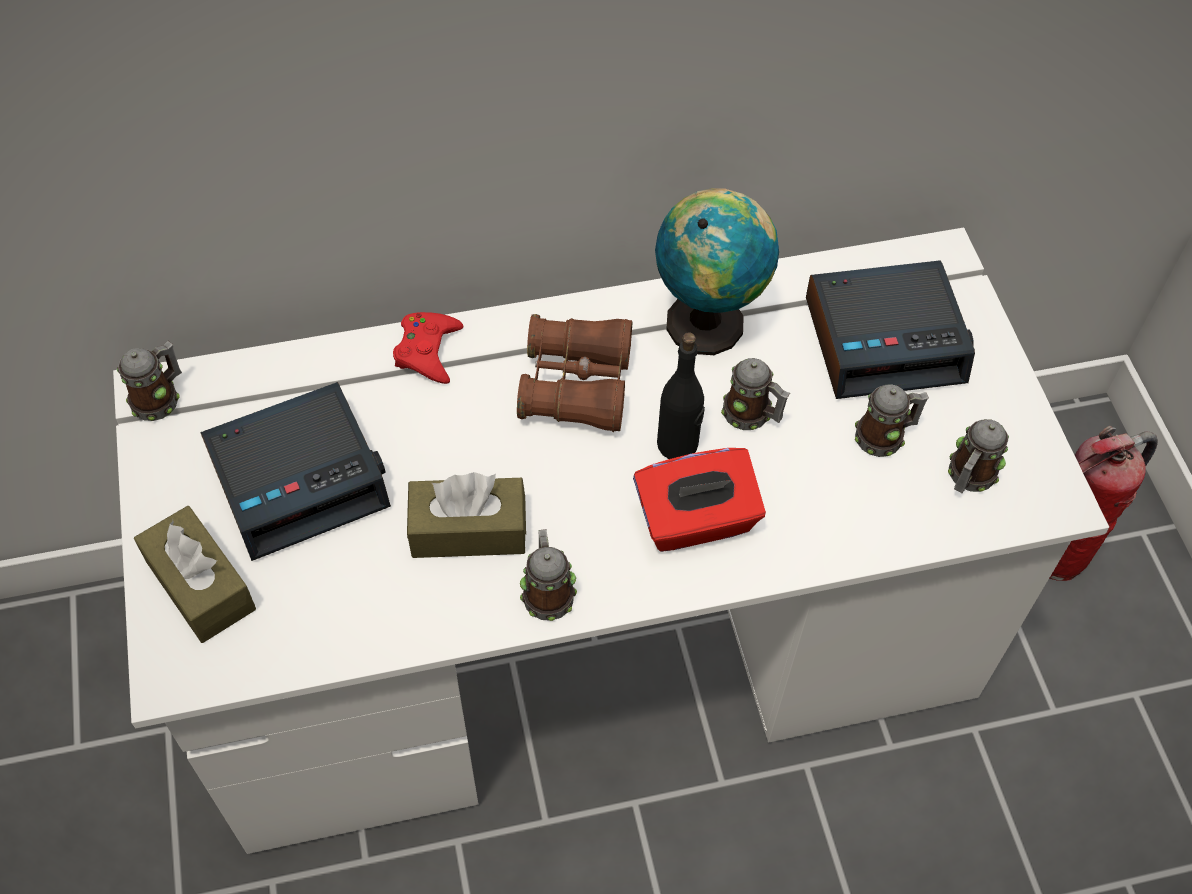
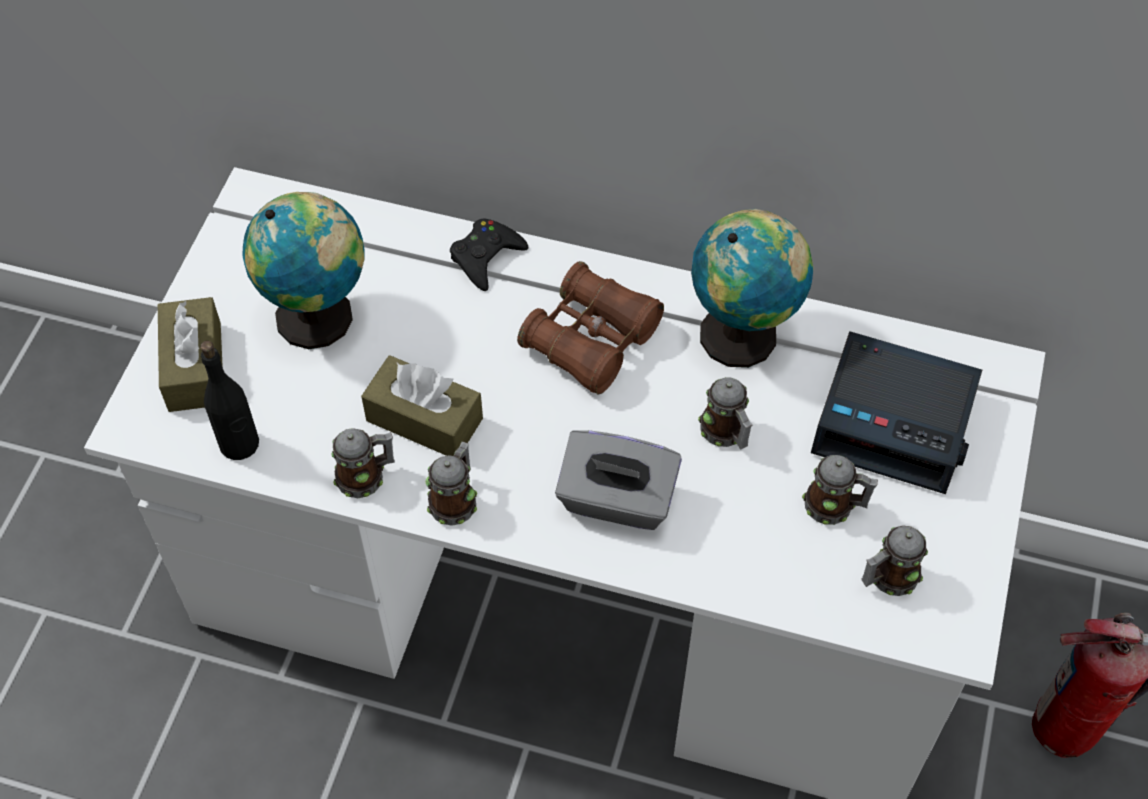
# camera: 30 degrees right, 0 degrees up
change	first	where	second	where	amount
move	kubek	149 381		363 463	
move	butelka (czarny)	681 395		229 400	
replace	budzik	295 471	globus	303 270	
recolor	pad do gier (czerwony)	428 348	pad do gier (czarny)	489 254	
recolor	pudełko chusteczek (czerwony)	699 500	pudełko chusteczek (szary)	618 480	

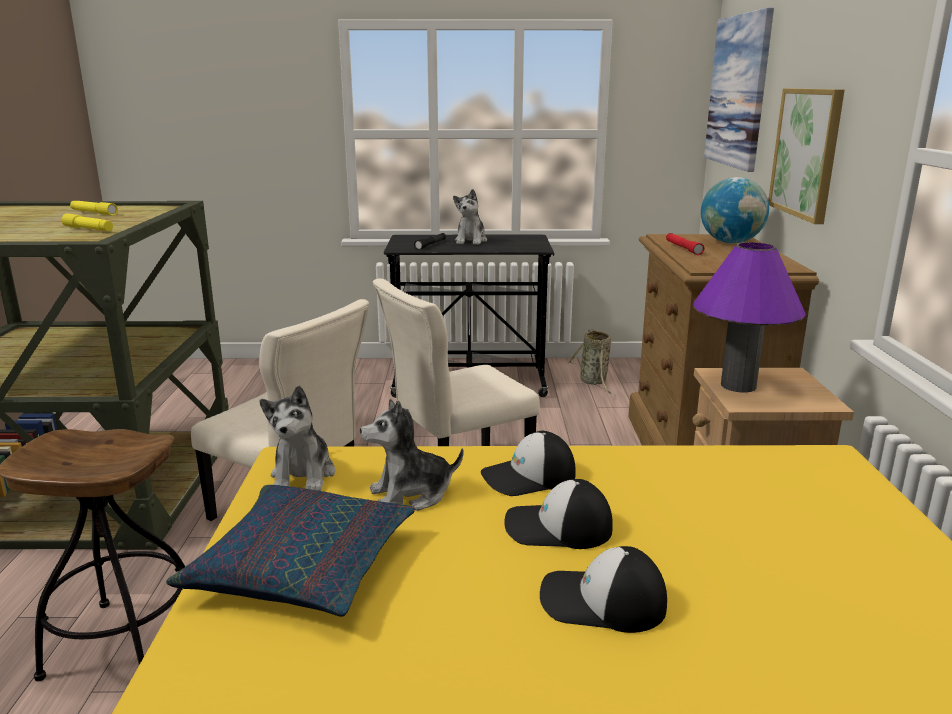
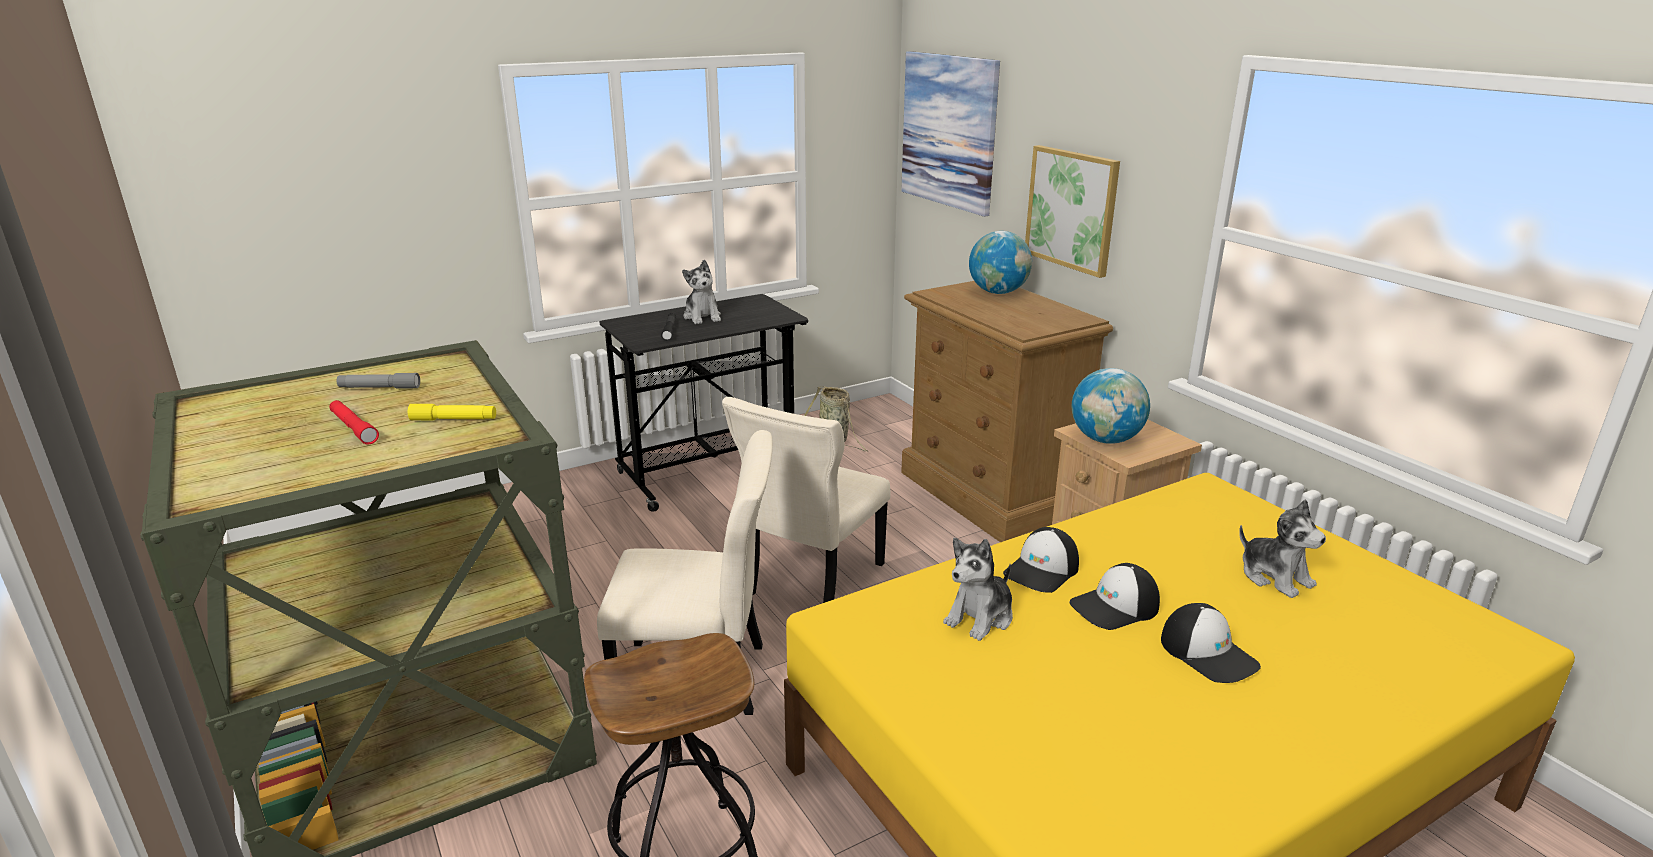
# camera: 30 degrees left, 5 degrees up
change	first	where	second	where	amount
delete	poduszka (niebieski)	290 551			
move	pluszak	297 438		1282 548	
move	latarka (czerwony)	685 244		354 422	
replace	lampa stołowa (fioletowy)	749 317	globus	1111 406	
recolor	latarka (żółty)	94 208	latarka (szary)	378 381	
rotate	czapka z daszkiem	603 589		1211 643	105 degrees counterclockwise

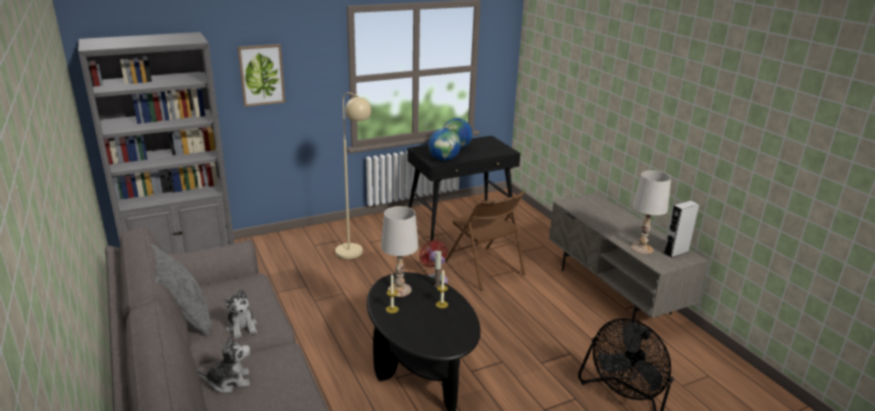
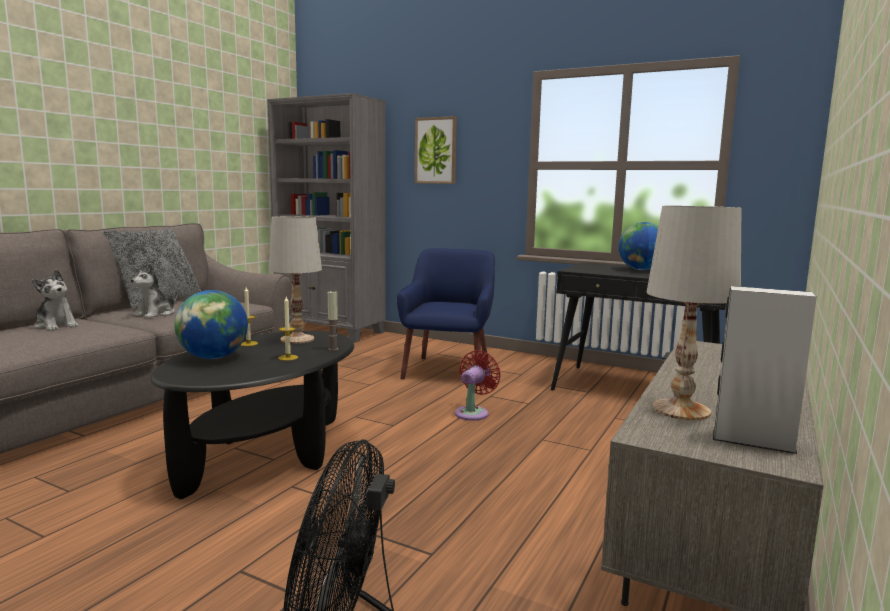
# camera: 55 degrees right, 15 degrees down
change	first	where	second	where	amount
delete	krzesło (brązowy)	485 241			
move	globus	445 144		211 324	
replace	lampa stojąca (beżowy)	353 176	fotel (niebieski)	446 317	

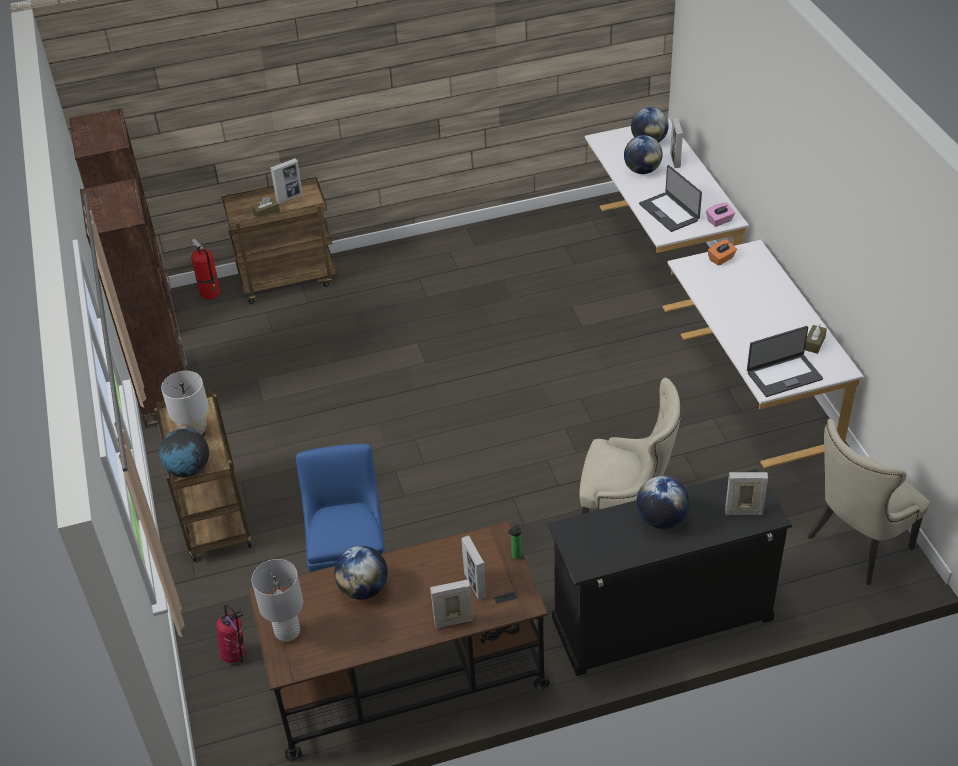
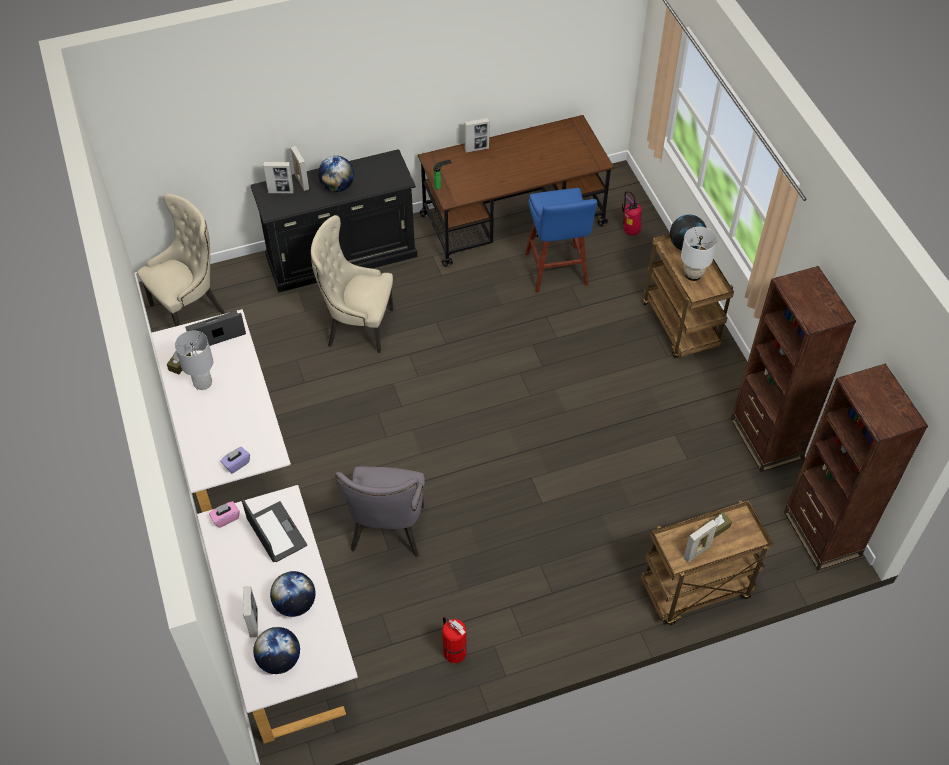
# camera: 175 degrees right, 10 degrees up
change	first	where	second	where	amount
delete	globus	361 573			
insert			krzesło (szary)	380 512	
move	gaśnica	206 269		454 640	
move	lampa stołowa (szary)	277 600		194 360	
move	ramka na zdjęcie	474 568		300 168	
recolor	pudełko chusteczek (pomarańczowy)	722 252	pudełko chusteczek (fioletowy)	235 460	

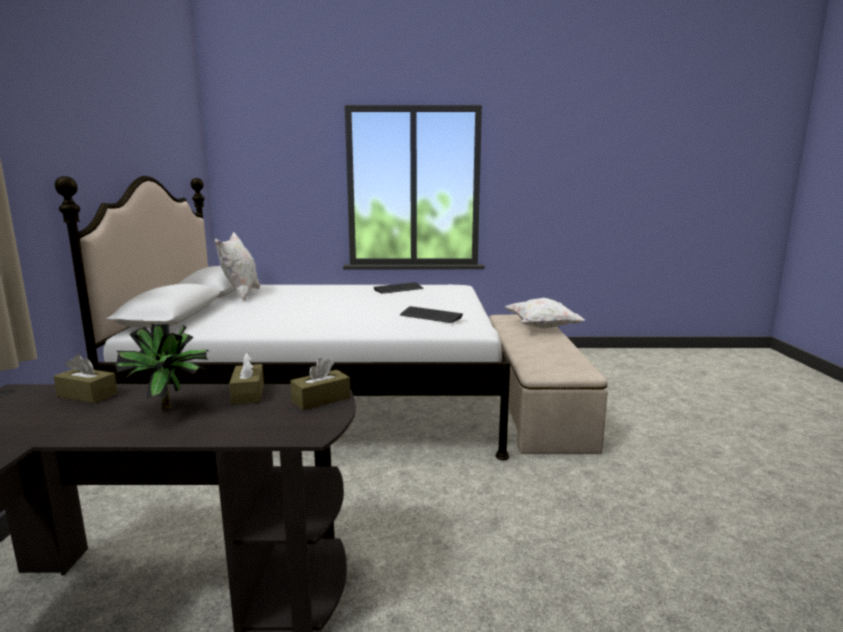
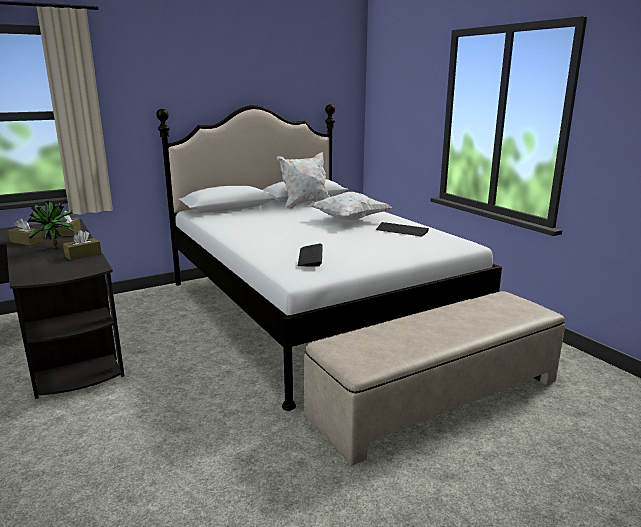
# camera: 60 degrees right, 5 degrees up
change	first	where	second	where	amount
move	pudełko chusteczek (brązowy)	320 384		25 232	
move	poduszka (biały)	545 313		351 206	

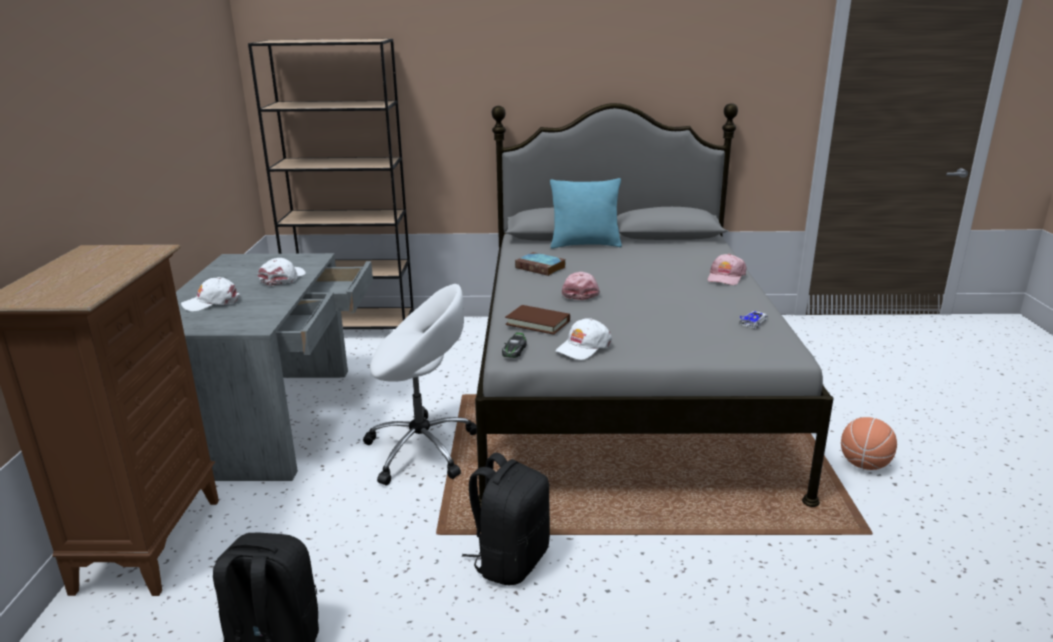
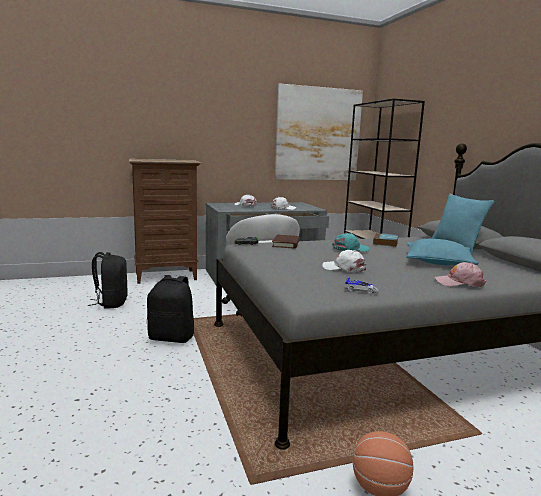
# camera: 70 degrees right, 10 degrees down
change	first	where	second	where	amount
insert			obraz	319 131	
insert			poduszka (turkusowy)	442 252	
move	czapka z daszkiem (biały)	584 339		344 261	
recolor	czapka z daszkiem (różowy)	581 286	czapka z daszkiem (turkusowy)	350 242	

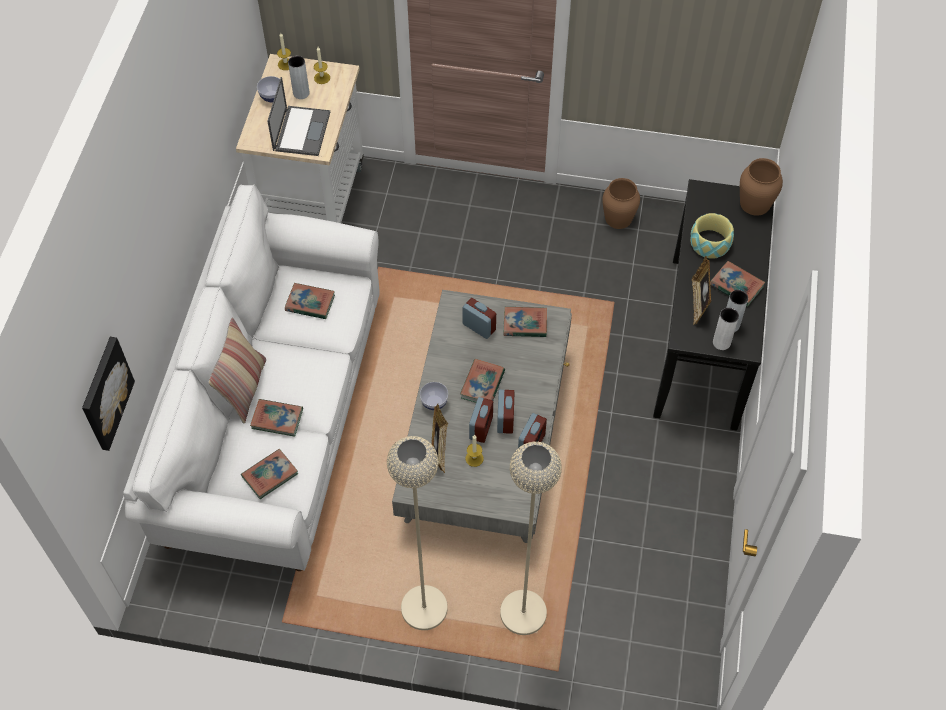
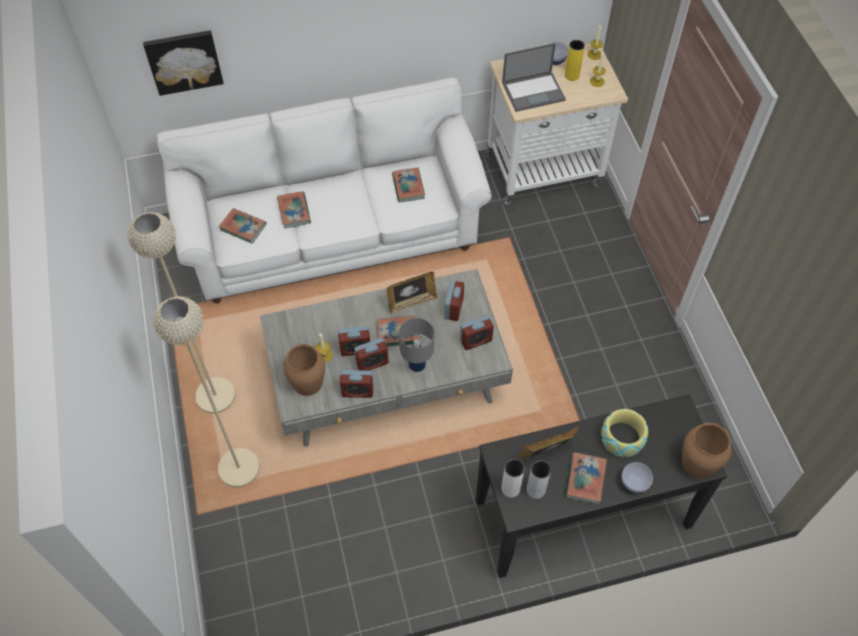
# camera: 65 degrees right, 0 degrees up
change	first	where	second	where	amount
delete	poduszka	237 371			
insert			lampa stołowa (szary)	416 345	
move	miska	434 396		637 477	
move	ramka na zdjęcie	439 438		412 292	
move	wazon (brązowy)	621 203		304 370	
replace	książka	525 322	budzik	477 332	
recolor	wazon (szary)	298 77	wazon (żółty)	575 60	

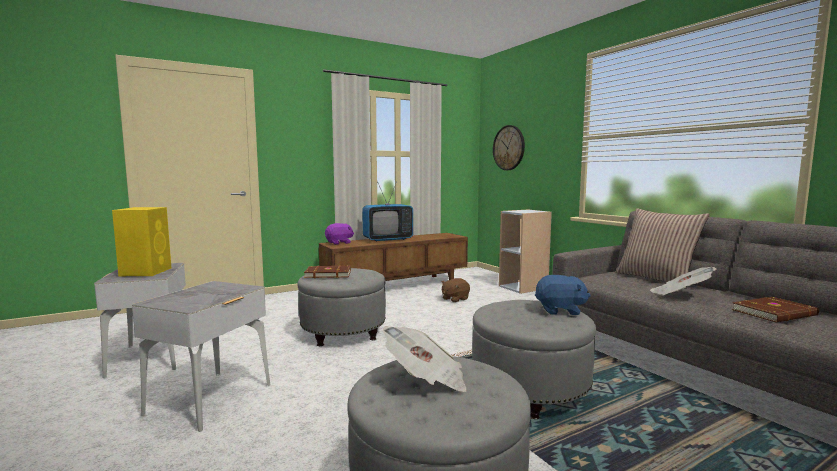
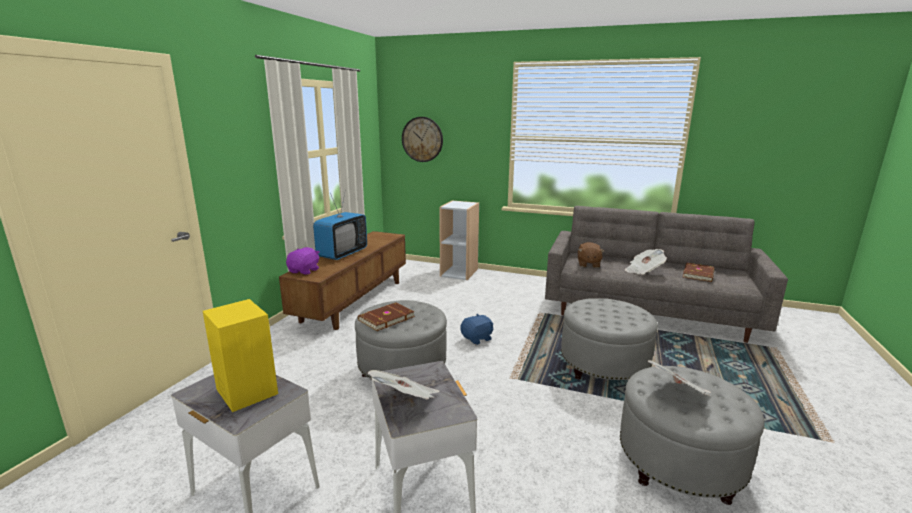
# camera: 40 degrees left, 10 degrees up
change	first	where	second	where	amount
delete	poduszka	662 248			
insert			gazeta	403 384	
move	pluszak (brązowy)	456 290		591 255	
move	pluszak (niebieski)	563 295		476 329	

